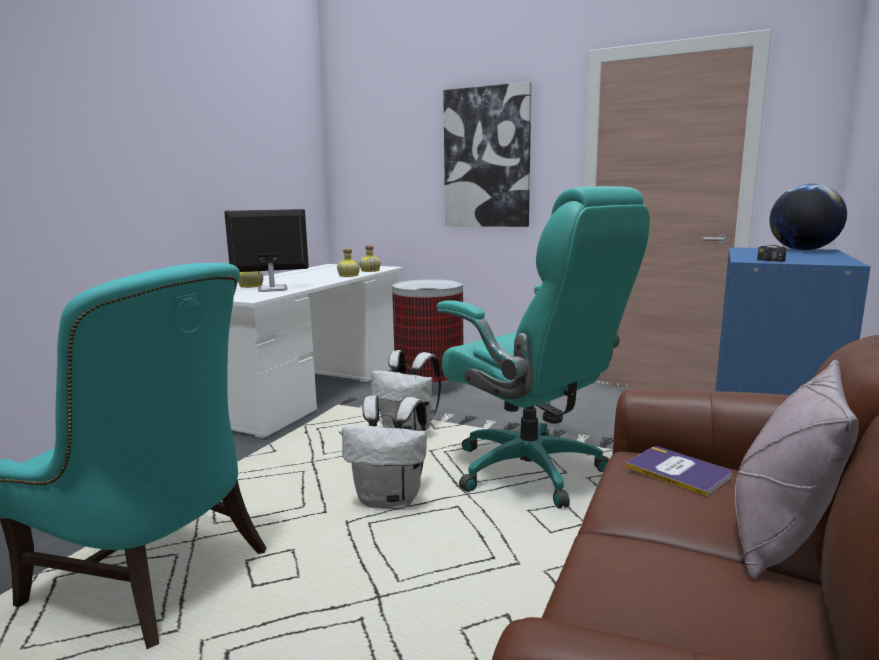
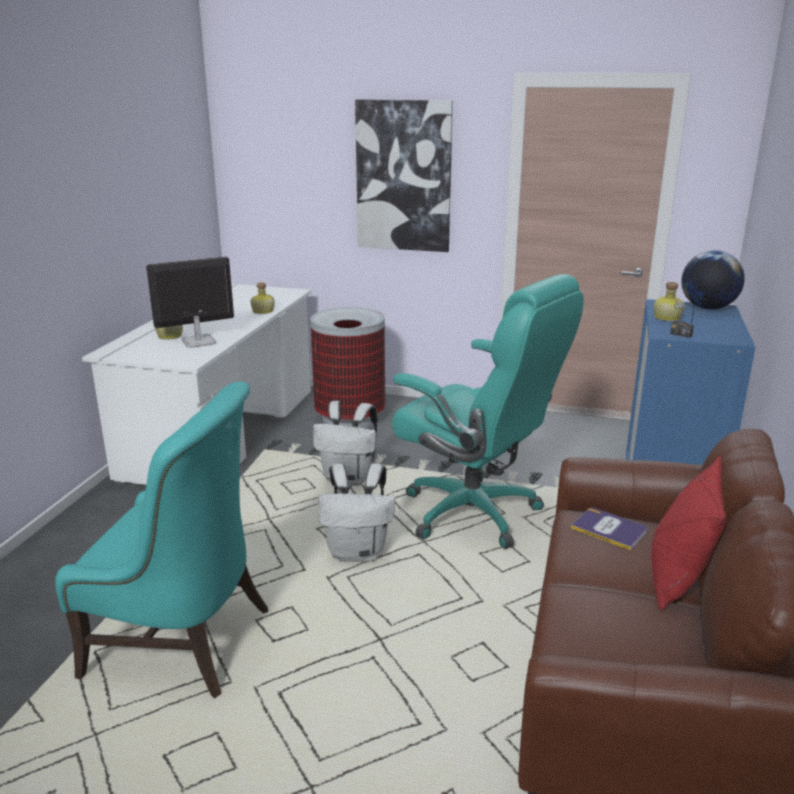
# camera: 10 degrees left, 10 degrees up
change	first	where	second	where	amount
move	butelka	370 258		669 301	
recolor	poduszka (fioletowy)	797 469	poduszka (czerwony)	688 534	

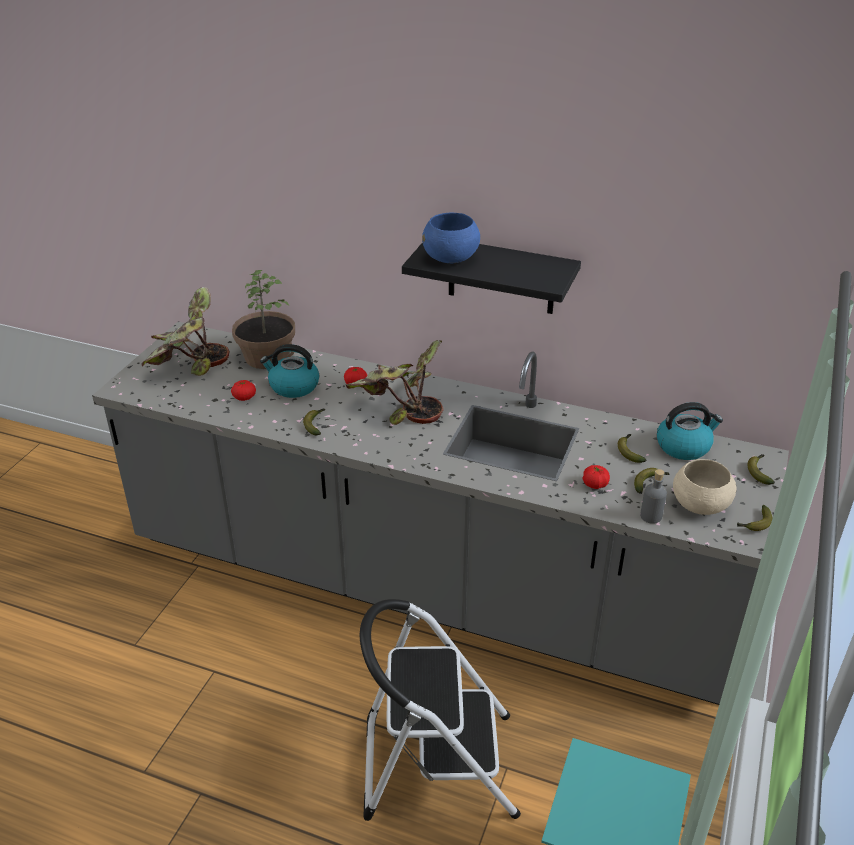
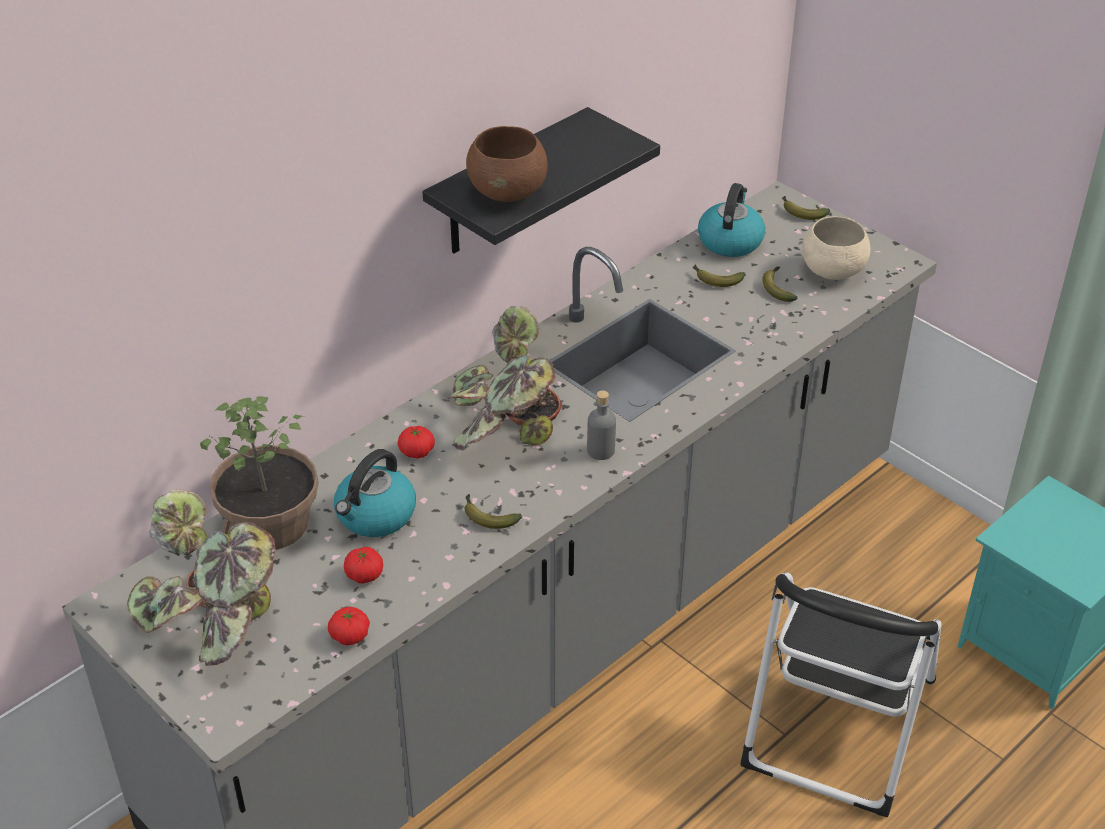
# camera: 65 degrees left, 5 degrees up
change	first	where	second	where	amount
delete	banan	754 518			
move	pomidor	596 477		349 626	
move	butelka (szary)	653 496		601 425	
recolor	miska (niebieski)	451 238	miska (brązowy)	507 164	

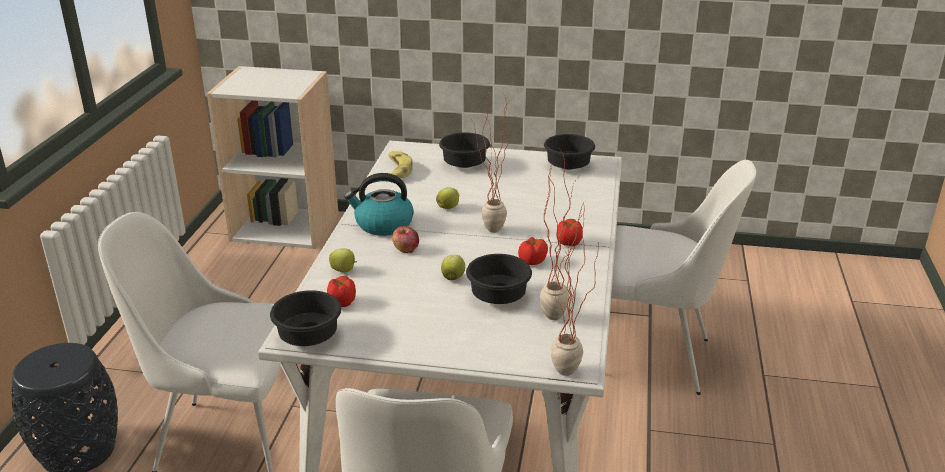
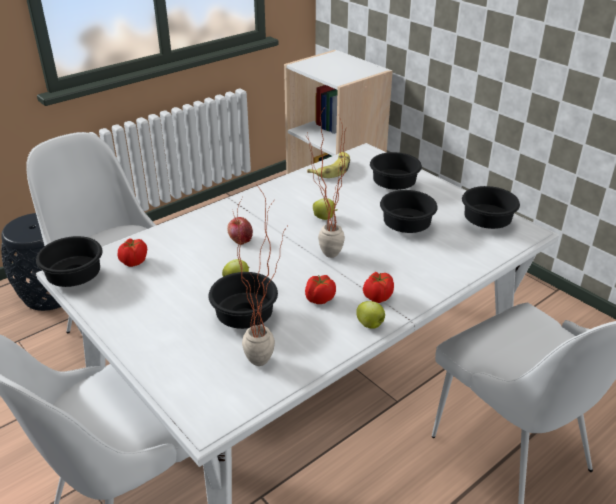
# camera: 40 degrees right, 5 degrees up
change	first	where	second	where	amount
delete	czajnik	379 204			
delete	roślina doniczkowa	575 288			
insert			miska (czarny)	409 211	
move	jabłko	343 260		370 315	

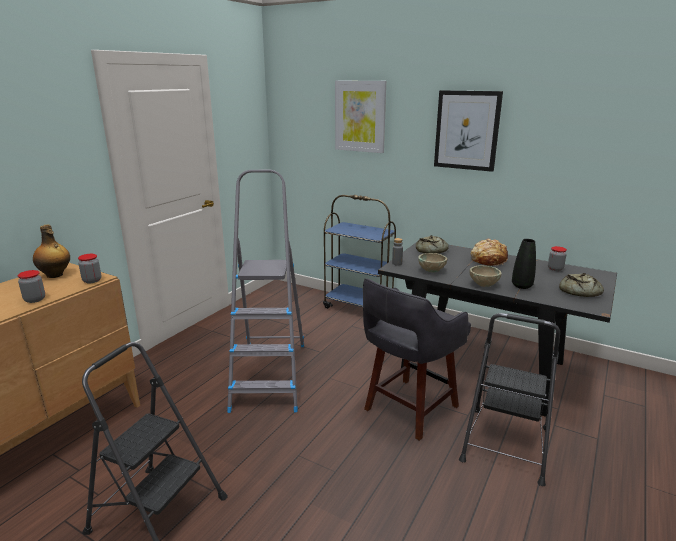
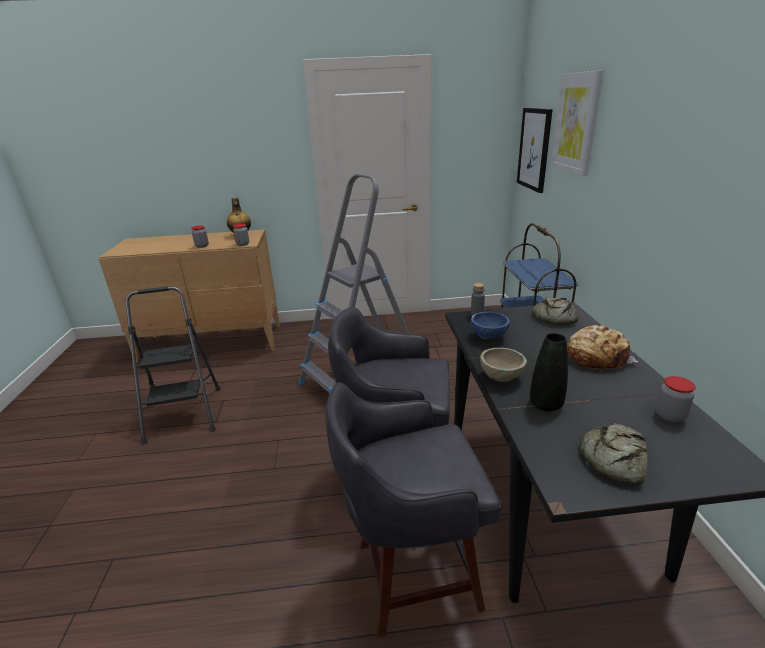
# camera: 55 degrees right, 5 degrees up
change	first	where	second	where	amount
move	obraz	468 131		535 150	
replace	drabinka (czarny)	509 399	stołek (szary)	413 509	
recolor	miska (beżowy)	432 263	miska (niebieski)	490 325	

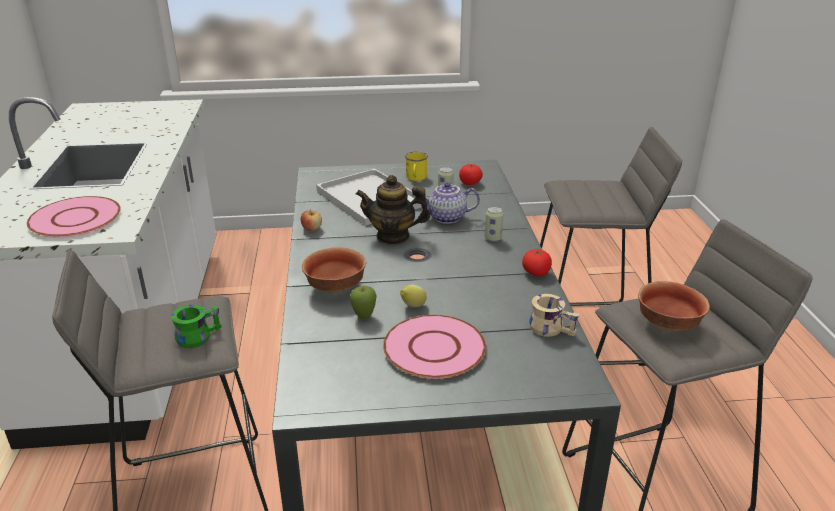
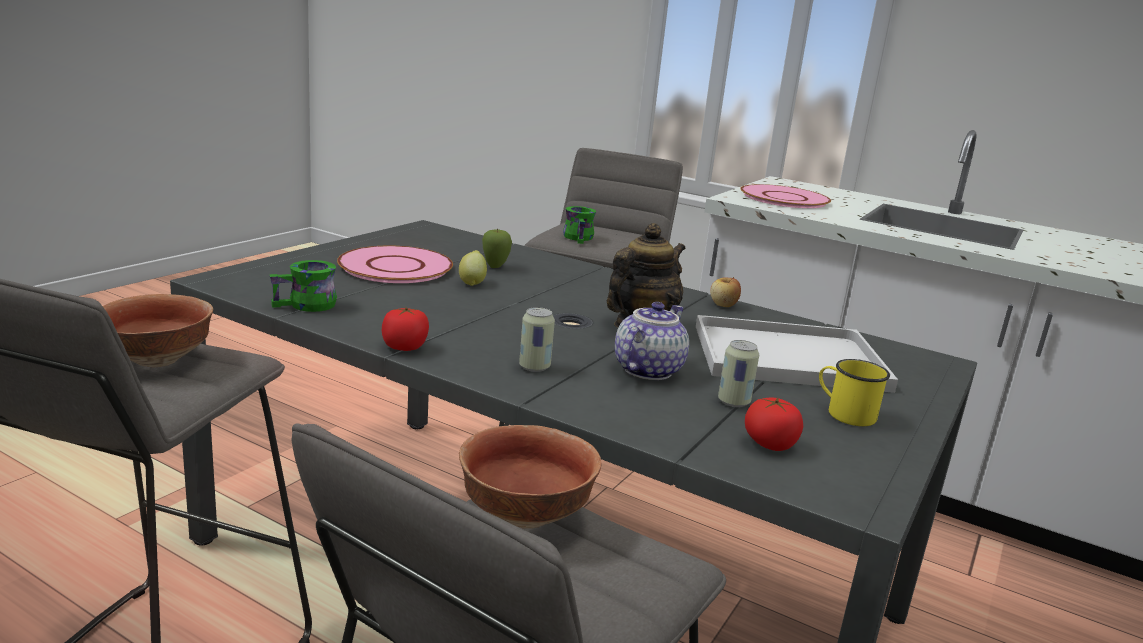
# camera: 125 degrees right, 10 degrees down
change	first	where	second	where	amount
move	miska	334 270		530 477	
recolor	kubek (beżowy)	554 315	kubek (zielony)	303 286	

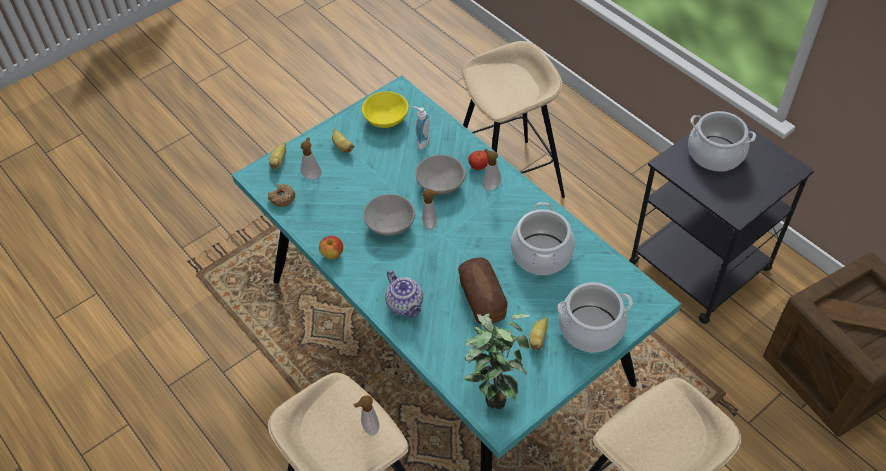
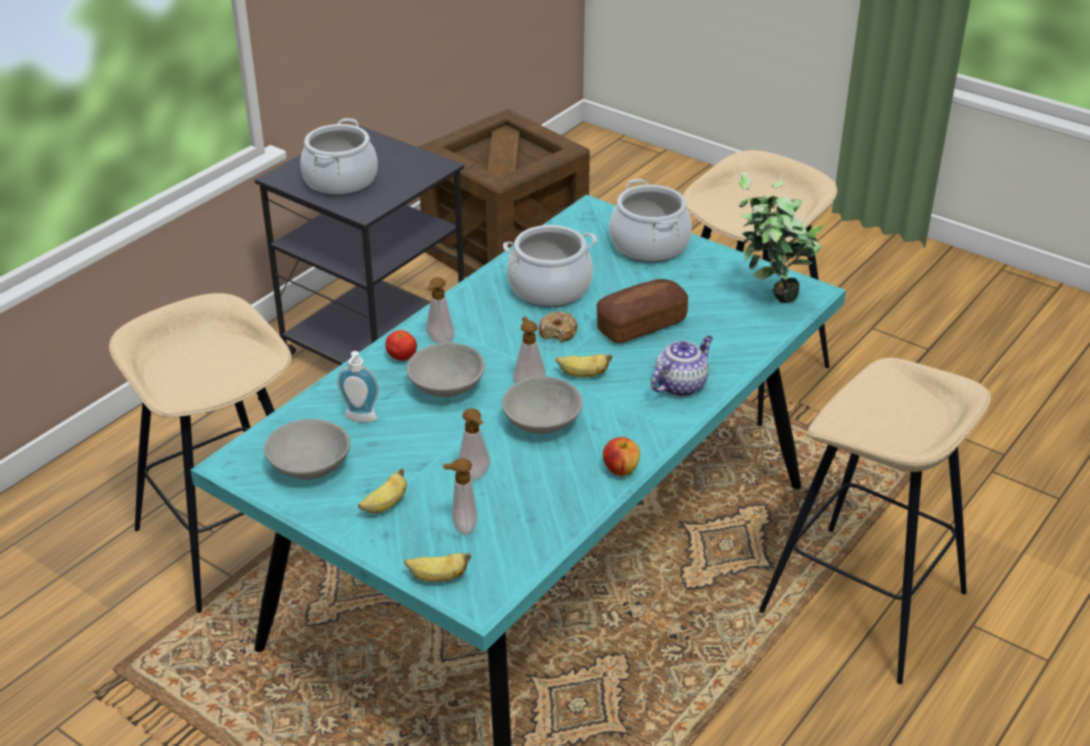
# camera: 105 degrees left, 15 degrees down
change	first	where	second	where	amount
move	donut	281 195		558 326	
move	dozownik mydła	366 415		474 444	
move	banan	538 333		584 365	
recolor	miska (żółty)	385 109	miska (szary)	307 449	

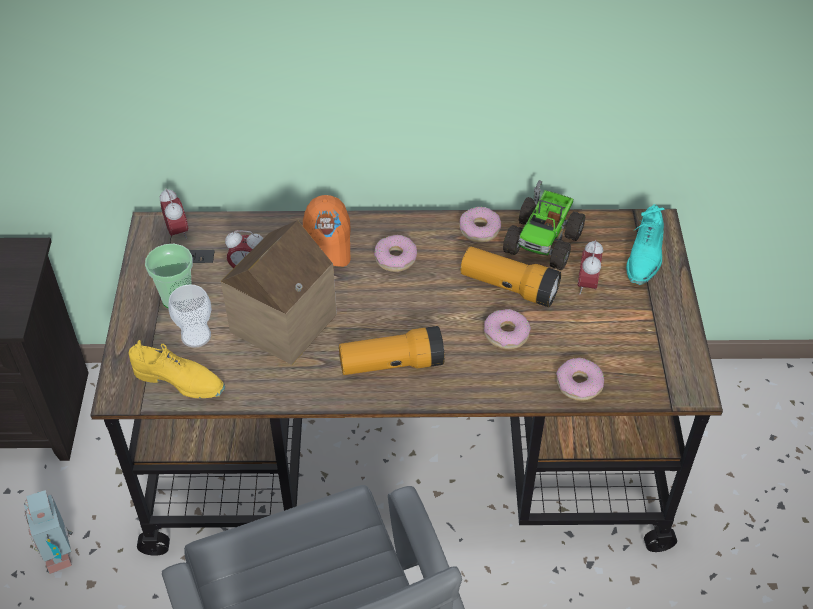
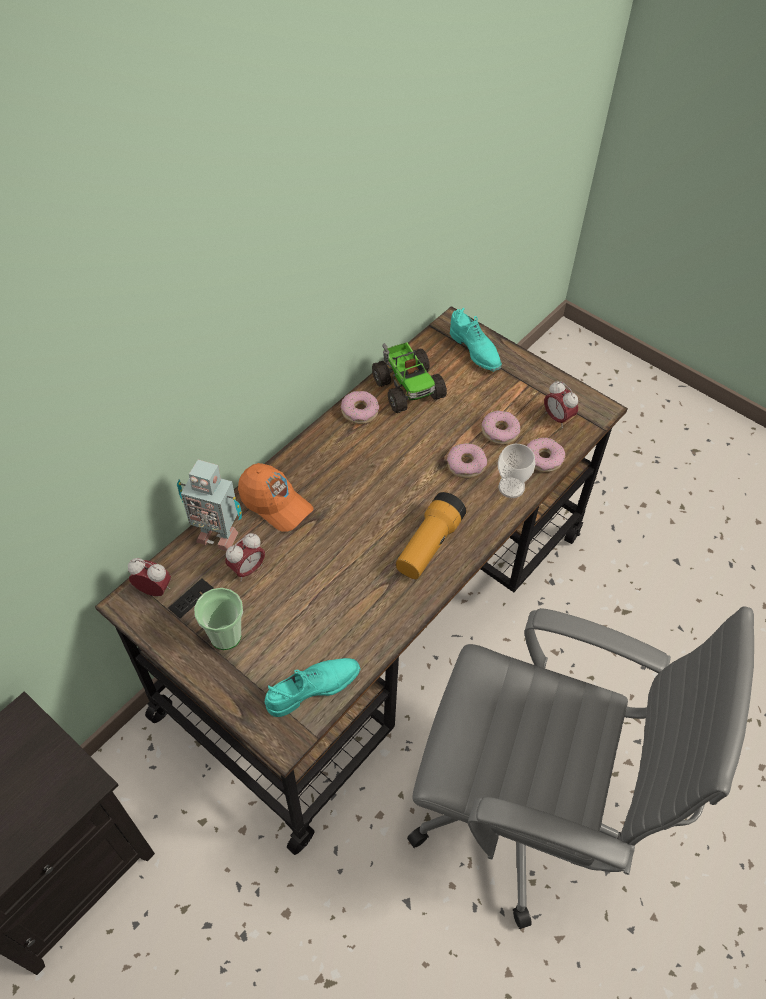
# camera: 50 degrees left, 5 degrees up
change	first	where	second	where	amount
delete	domek	279 292			
delete	latarka	511 276			
move	robot zabawkowy	48 532		209 505	
move	filiżanka	189 316		517 471	
move	donut	395 253		501 427	
move	budzik	590 267		561 404	
recolor	but (żółty)	176 369	but (turkusowy)	312 687	

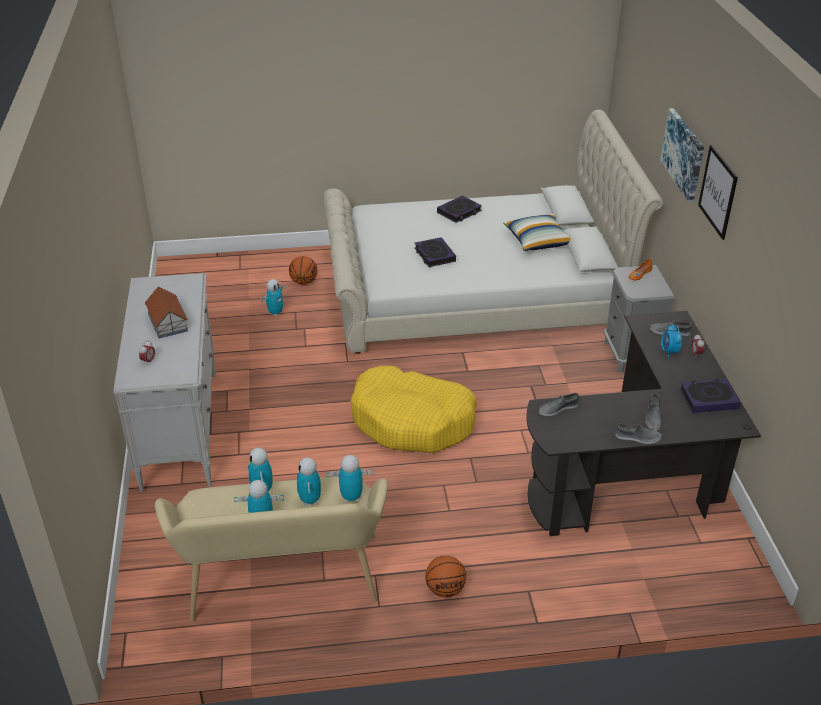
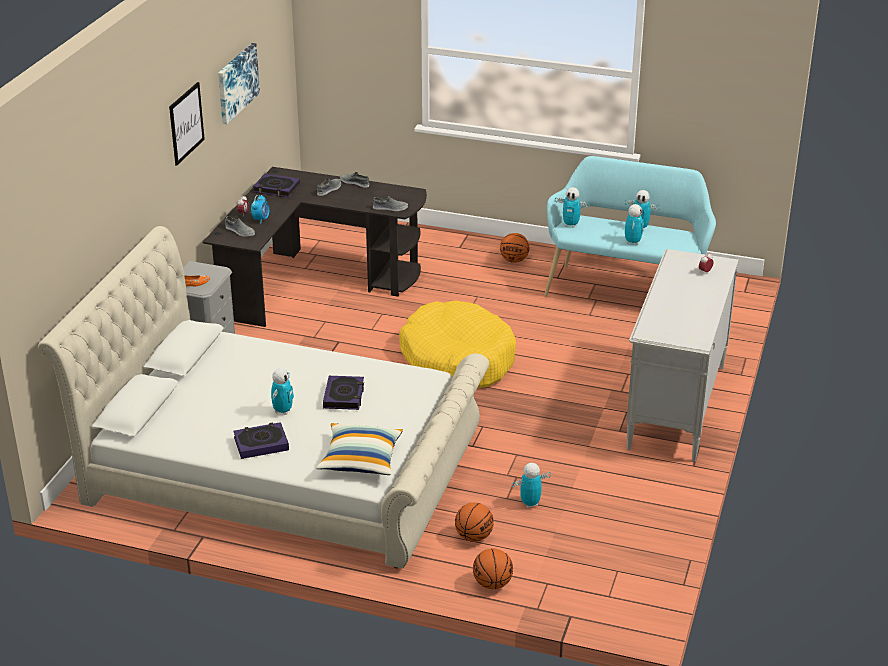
# camera: 155 degrees left, 5 degrees down
change	first	where	second	where	amount
delete	domek	166 312			
insert			piłka do koszykówki	493 569	
move	robot zabawkowy	309 481		282 391	
move	poduszka	537 232		359 449	
move	obraz	682 155		239 83	
recolor	ławka (beżowy)	271 548	ławka (turkusowy)	630 226	

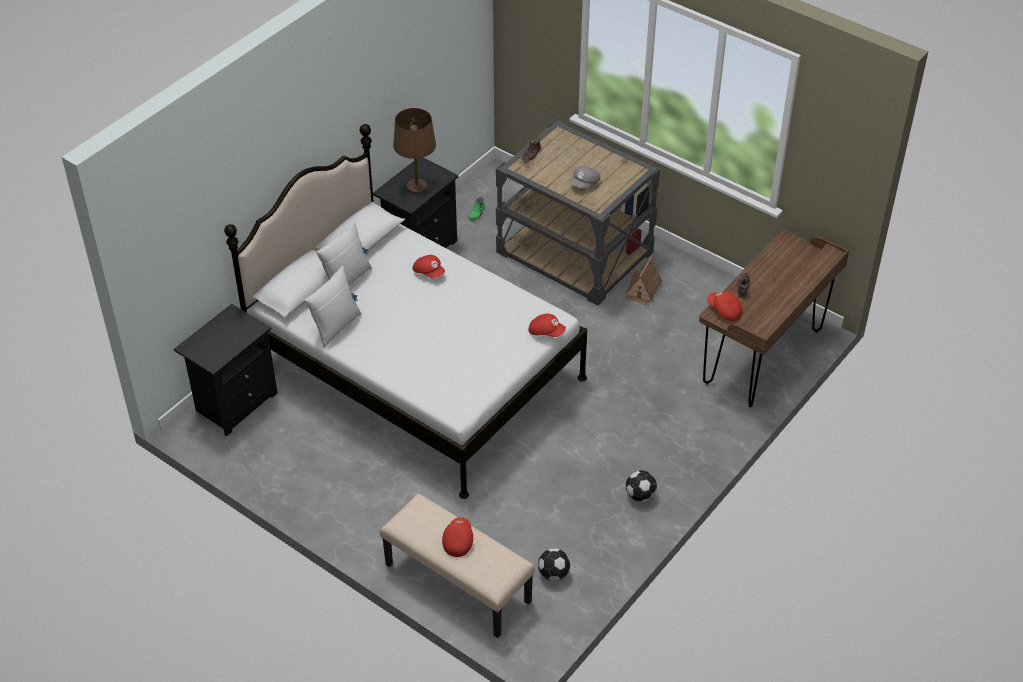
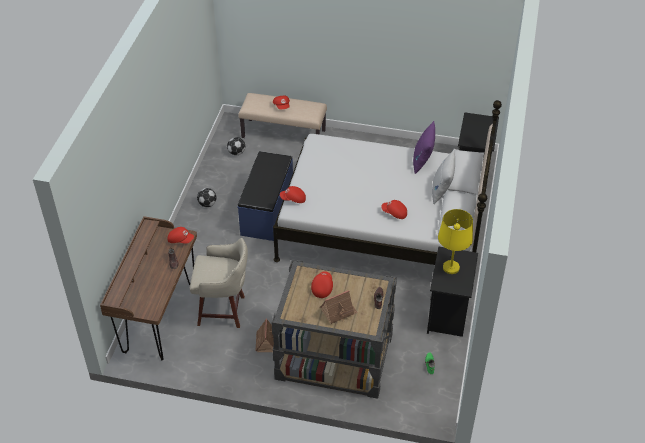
# camera: 155 degrees right, 0 degrees up
change	first	where	second	where	amount
insert			stołek (beżowy)	219 283	
insert			ławka (niebieski)	265 196	
insert			domek	339 307	
recolor	poduszka (szary)	332 307	poduszka (fioletowy)	424 147	
recolor	lampa stołowa (brązowy)	414 151	lampa stołowa (żółty)	455 241	
recolor	czapka z daszkiem (szary)	585 177	czapka z daszkiem (czerwony)	322 284	

